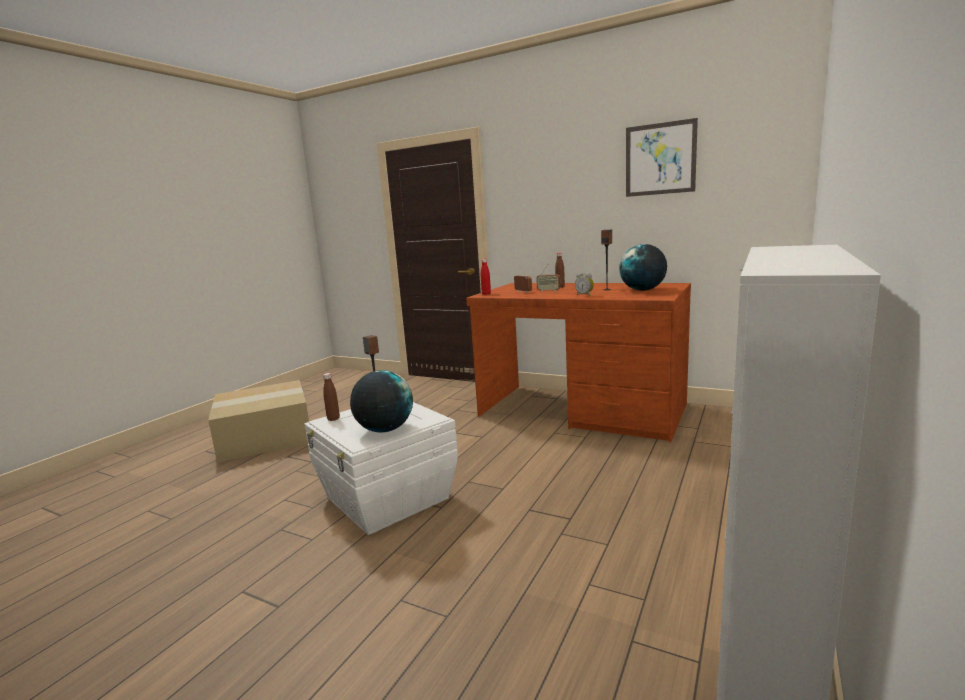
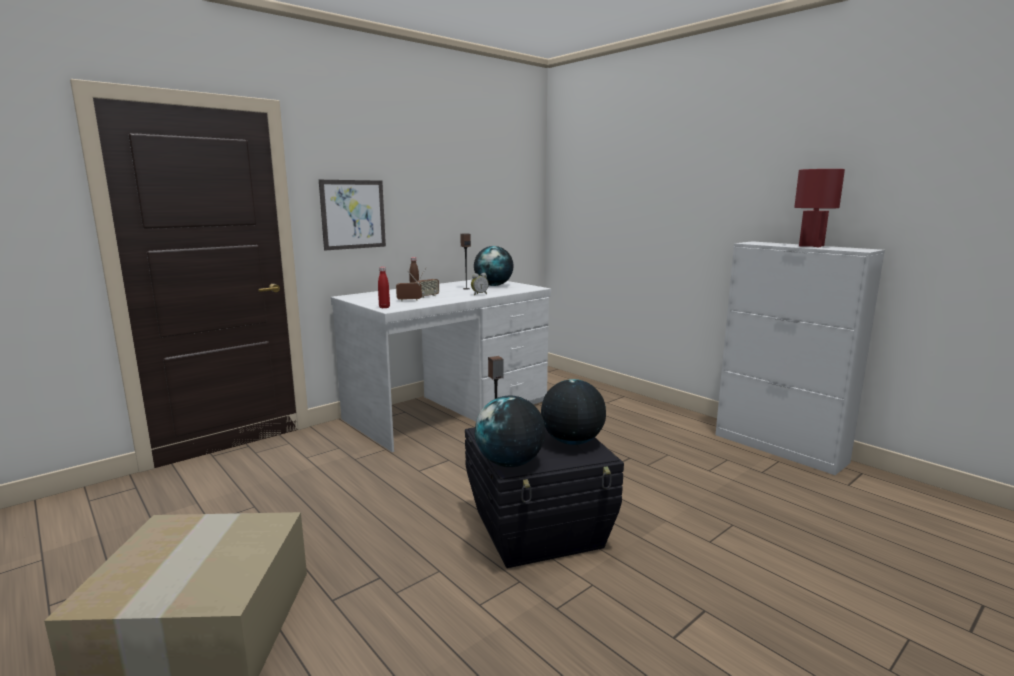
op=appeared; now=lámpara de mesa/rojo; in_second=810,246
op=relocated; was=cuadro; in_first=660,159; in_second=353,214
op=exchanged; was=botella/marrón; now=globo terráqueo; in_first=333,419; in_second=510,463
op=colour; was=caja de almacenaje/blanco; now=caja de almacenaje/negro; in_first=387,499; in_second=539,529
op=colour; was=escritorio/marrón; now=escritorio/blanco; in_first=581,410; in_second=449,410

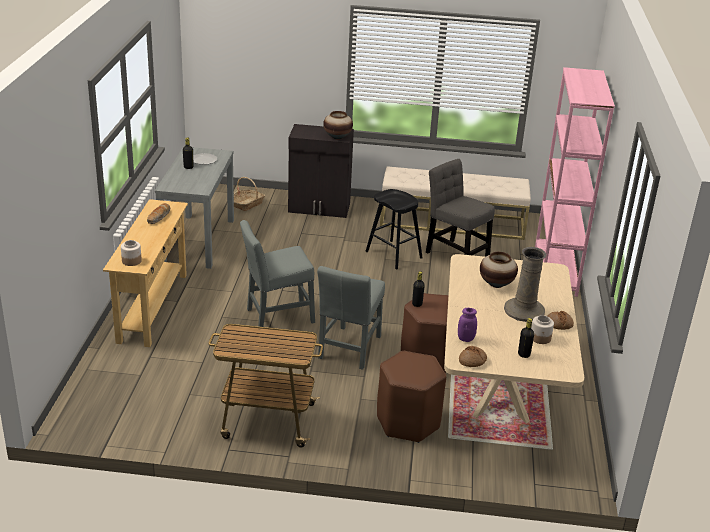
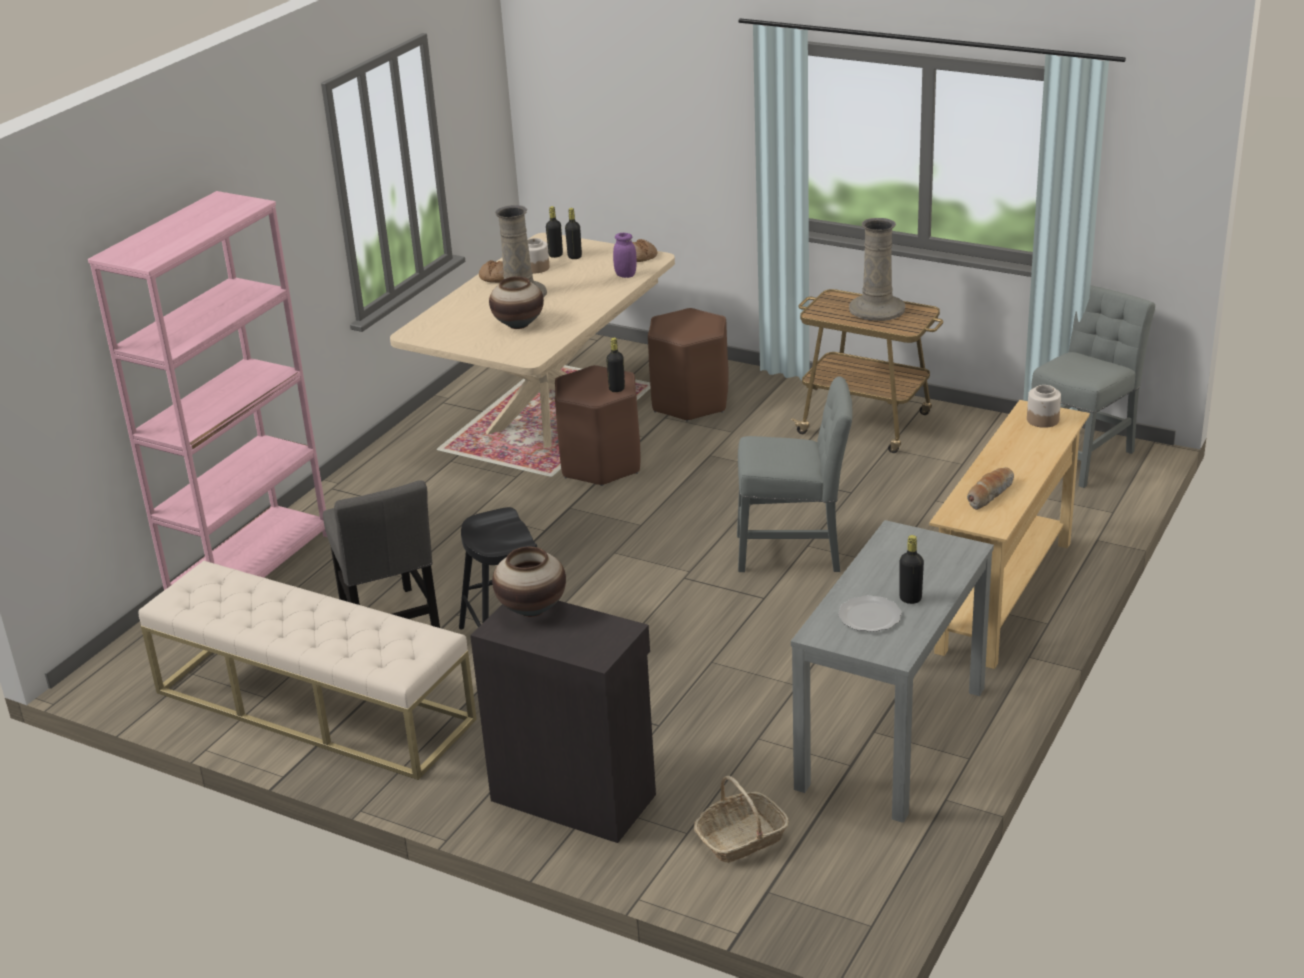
op=appeared; now=botella/negro; in_second=555,255
op=appeared; now=florero/beis; in_second=877,309
op=relocated; was=silla/gris; in_first=349,349; in_second=1082,456

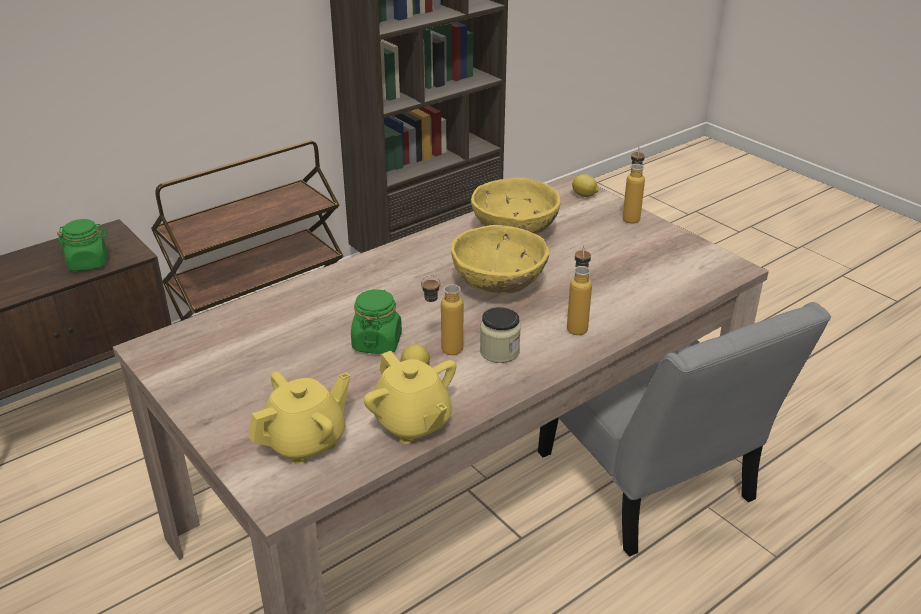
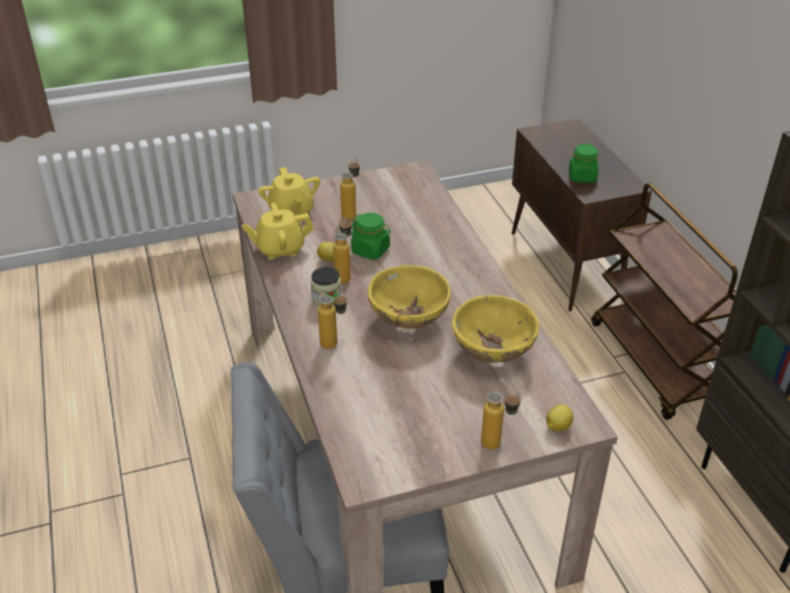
op=appeared; now=botella; in_second=351,213

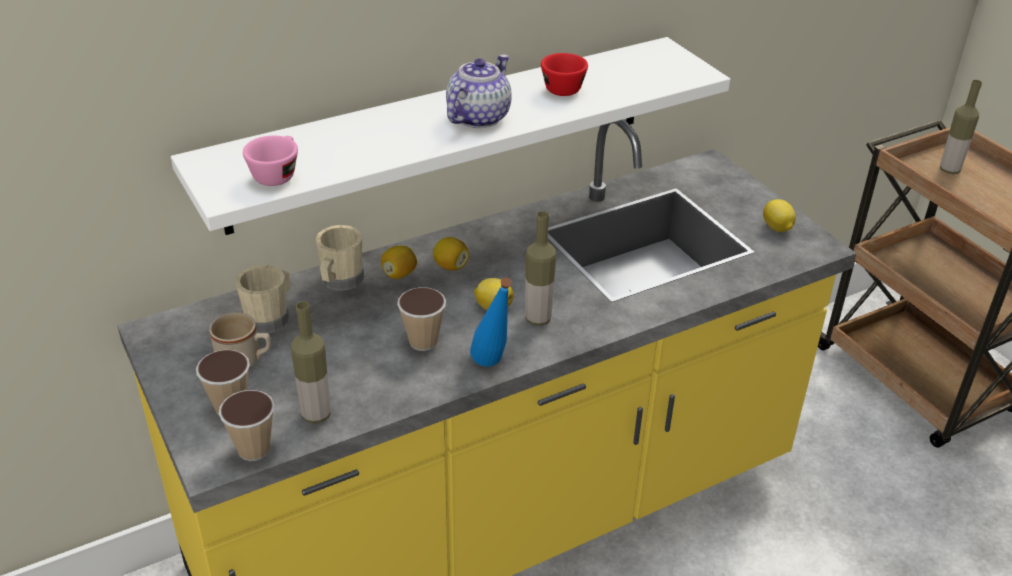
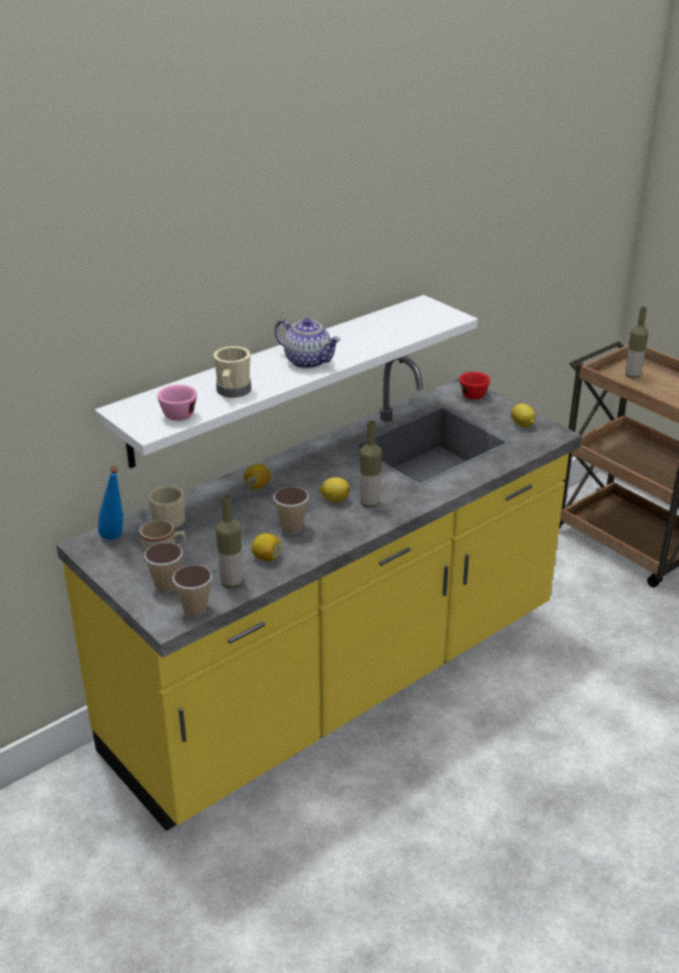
op=relocated; was=taza grande/beis; in_first=340,281; in_second=232,392
op=relocated; was=limón; in_first=450,266; in_second=266,557
op=relocated; was=botella/azul; in_first=493,369; in_second=116,540
op=relocated; was=taza/rojo; in_first=561,87; in_second=471,393
op=spun; was=tetera; in_first=478,117; in_second=308,361; clockwise=105

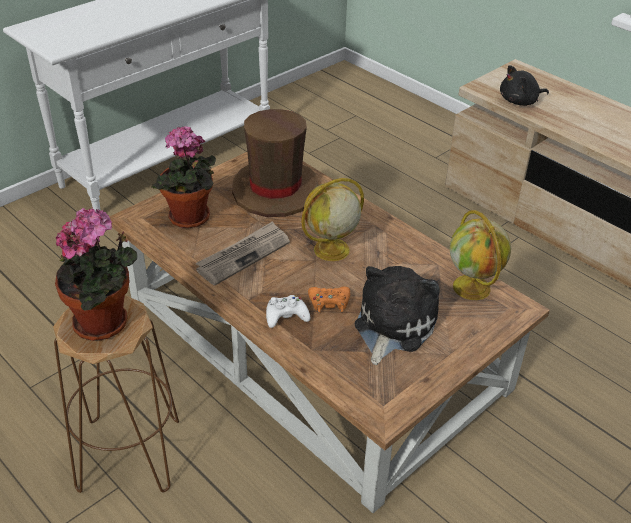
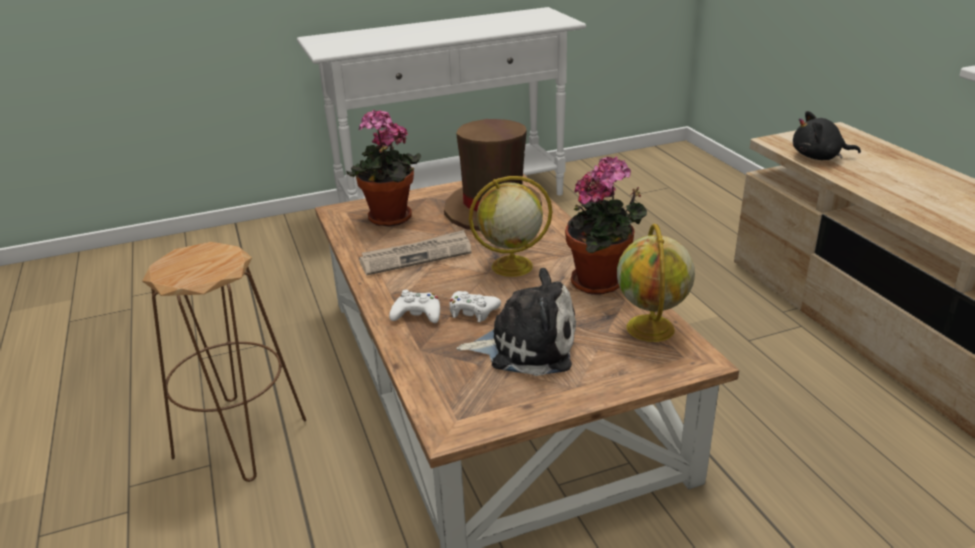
op=relocated; was=planta en maceta; in_first=106,323; in_second=601,283
op=colour; was=mando de consola/naranja; now=mando de consola/blanco; in_first=329,302; in_second=472,311
op=spun; was=peluche; in_first=392,326; in_second=526,346; clockwise=45

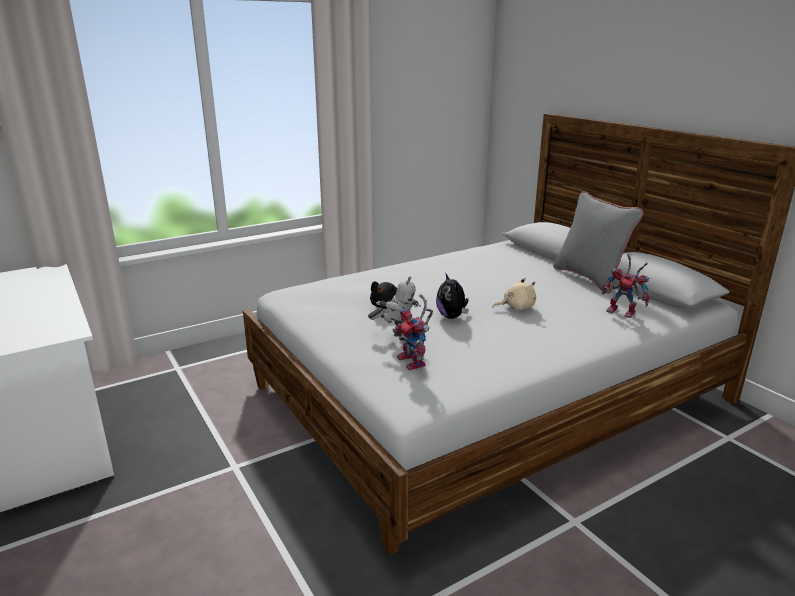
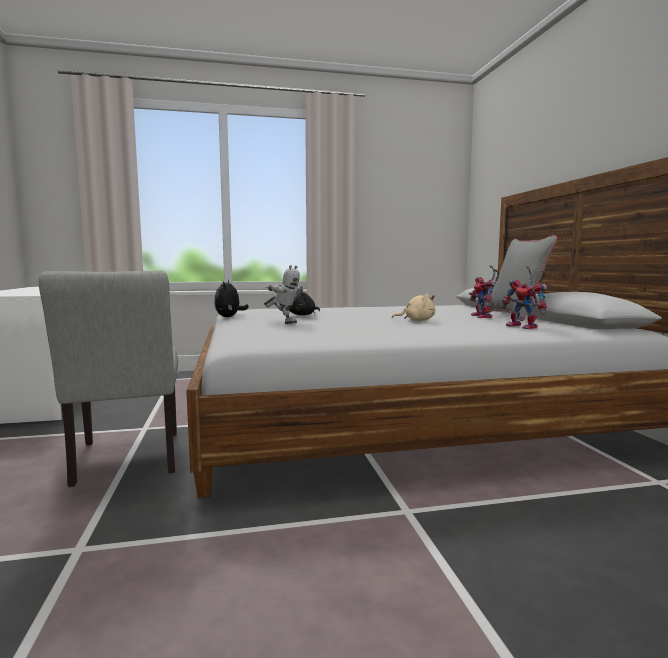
op=appeared; now=silla/gris; in_second=126,461
op=relocated; was=robot de juguete; in_first=414,362; in_second=484,317
op=relocated; was=peluche; in_first=452,316; in_second=229,317

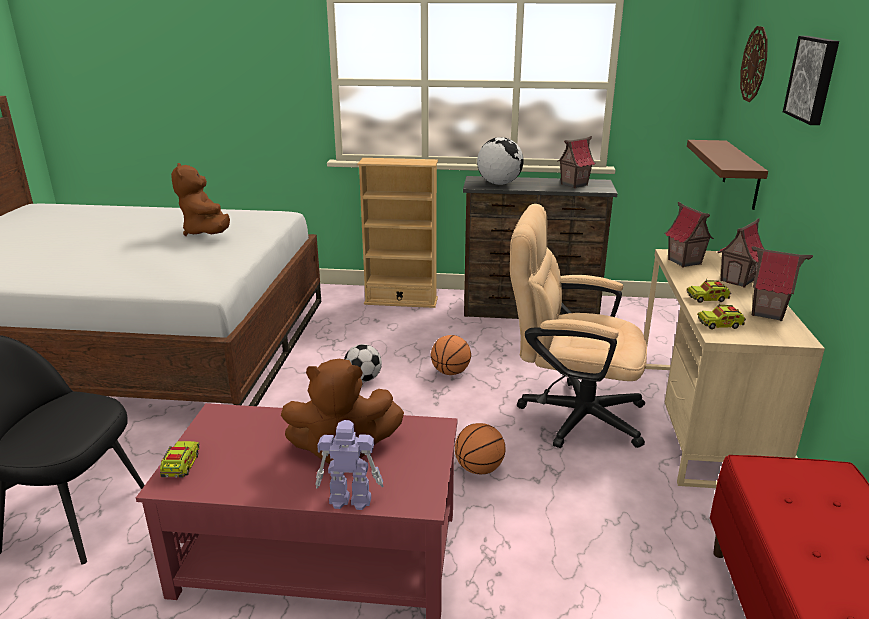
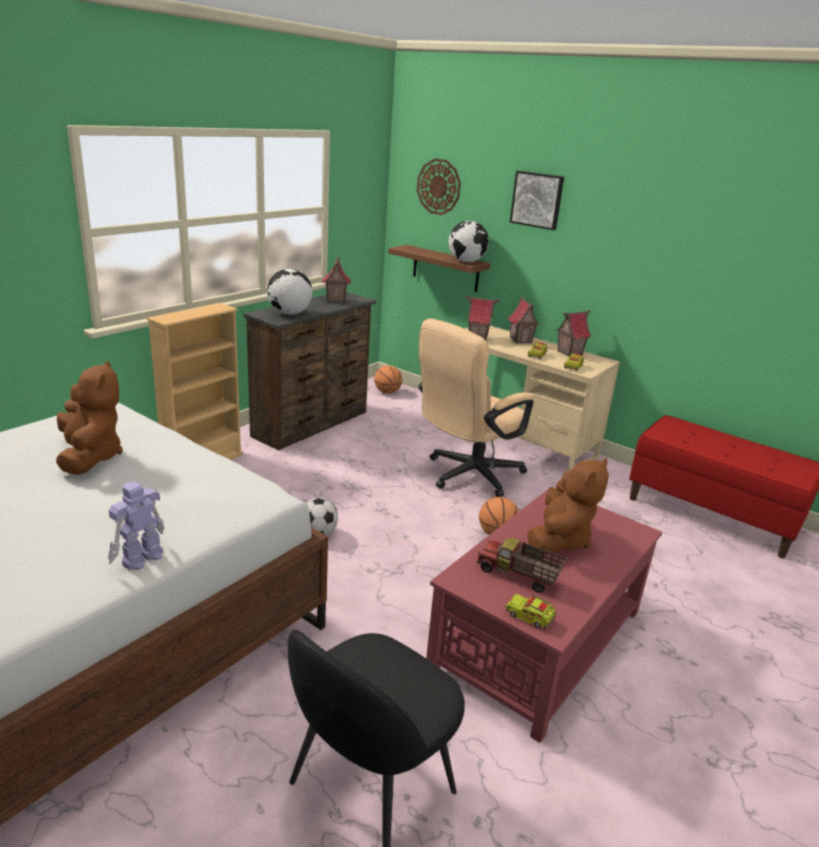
op=appeared; now=globo terráqueo; in_second=466,262
op=appeared; now=camión de juguete; in_second=518,576
op=relocated; was=robot de juguete; in_first=349,499; in_second=141,559
op=relocated; was=balón de baloncesto; in_first=450,372; in_second=387,392
op=spun; was=peluche/marrón; in_first=206,233; in_second=90,457; clockwise=-120

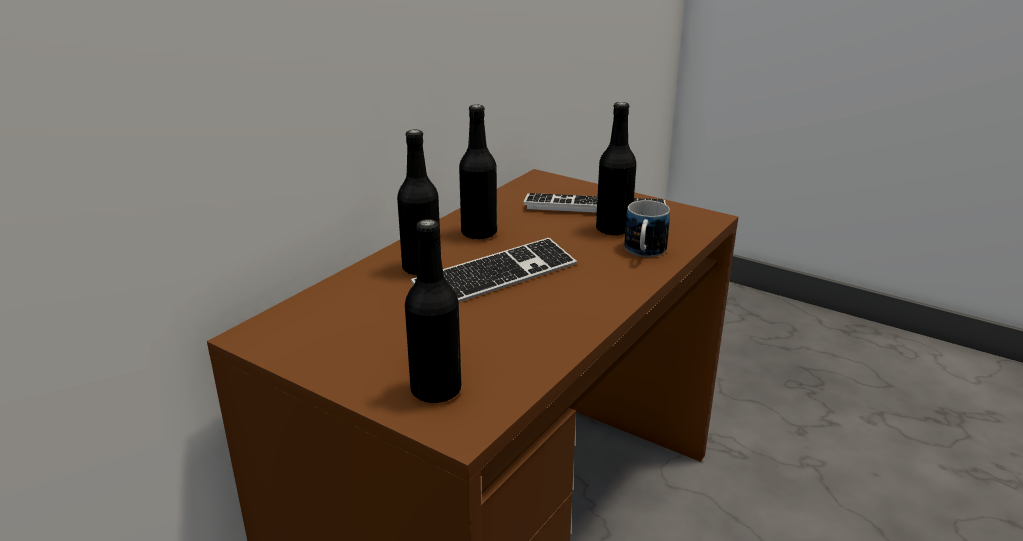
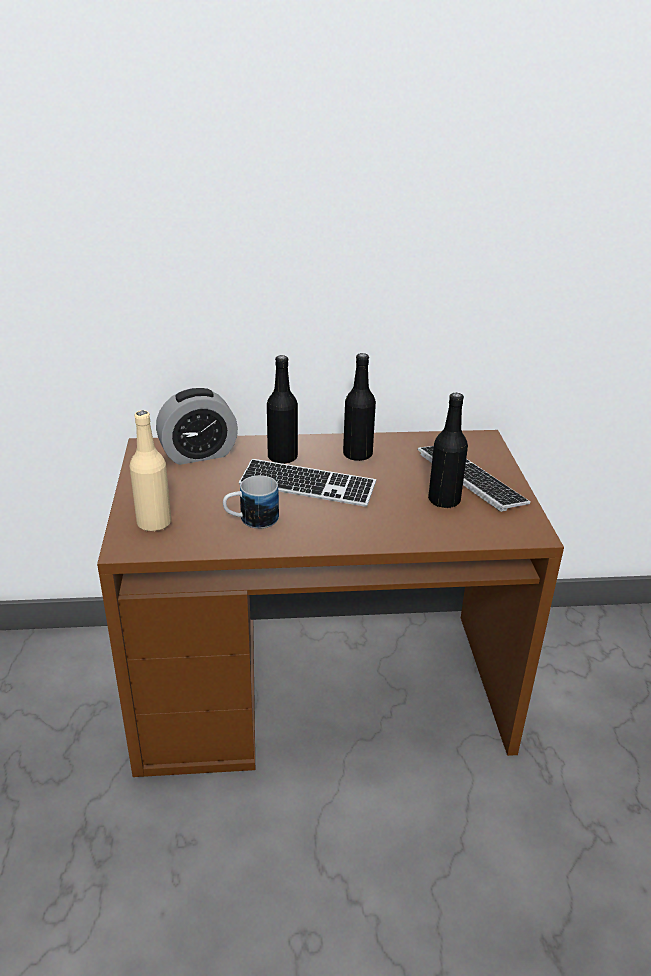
op=appeared; now=despertador; in_second=198,454
op=relocated; was=taza grande; in_first=644,252; in_second=251,520
op=colour; was=botella/negro; now=botella/beis; in_first=436,390; in_second=154,523

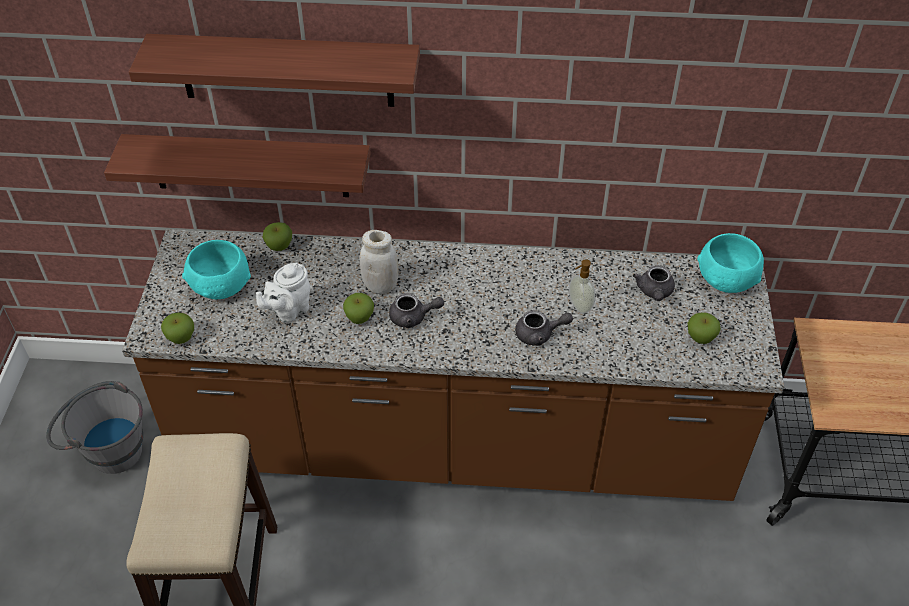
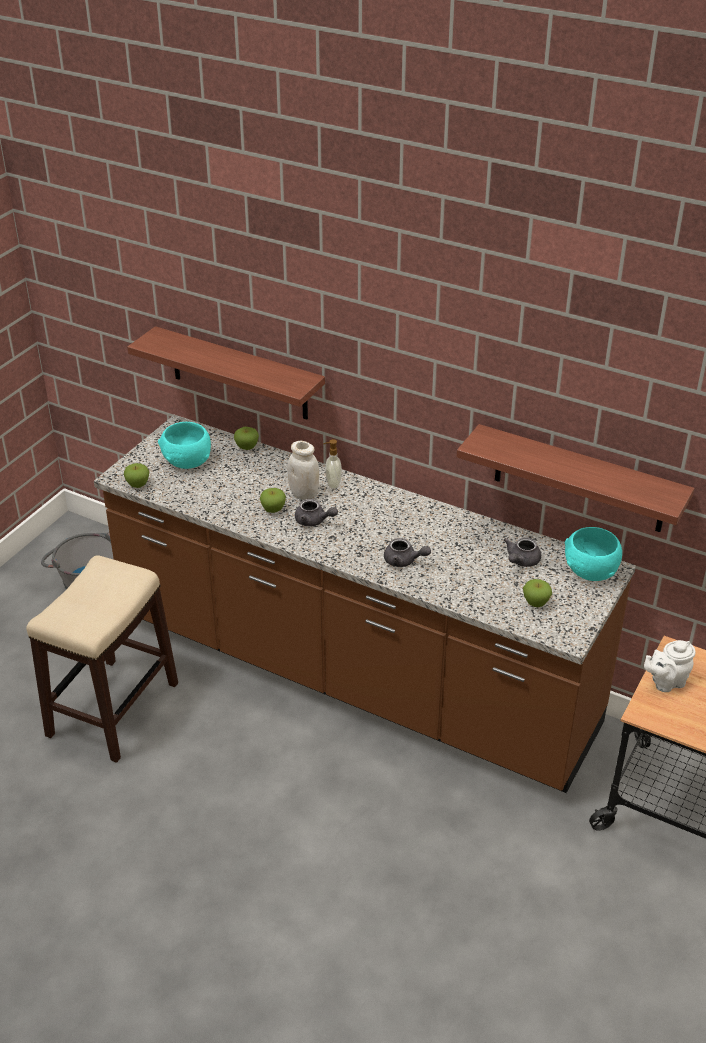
op=relocated; was=estante; in_first=286,70; in_second=579,479
op=relocated; was=tetera/blanco; in_first=288,311; in_second=665,682
op=relocated; was=dispensador de jabón; in_first=579,306; in_second=332,484

